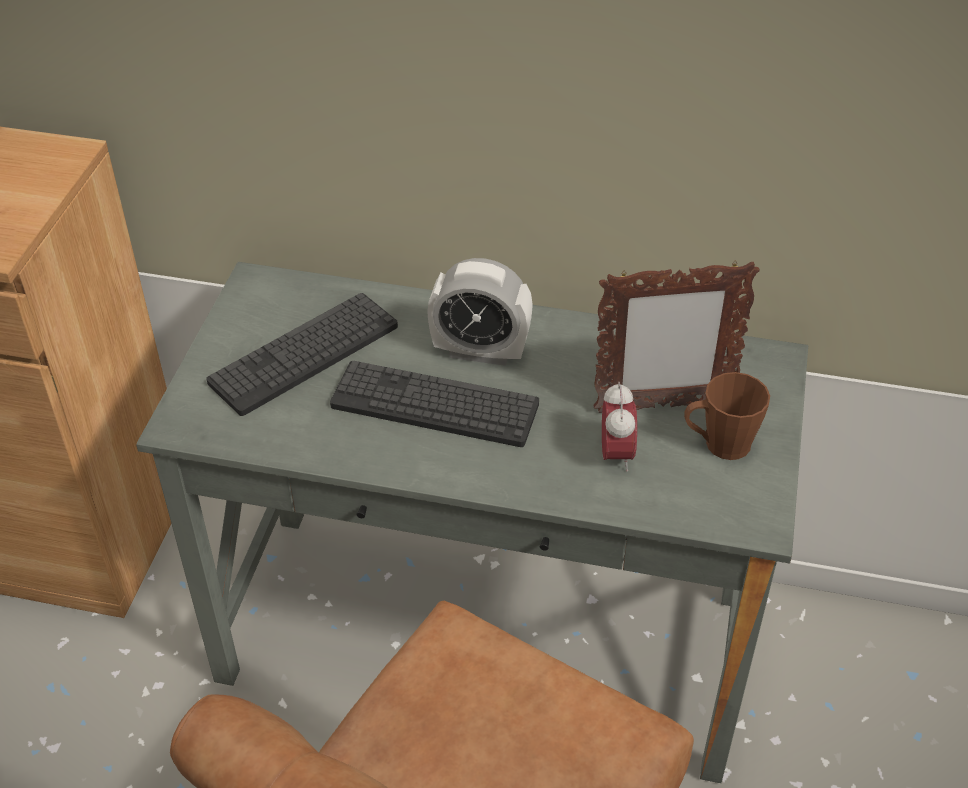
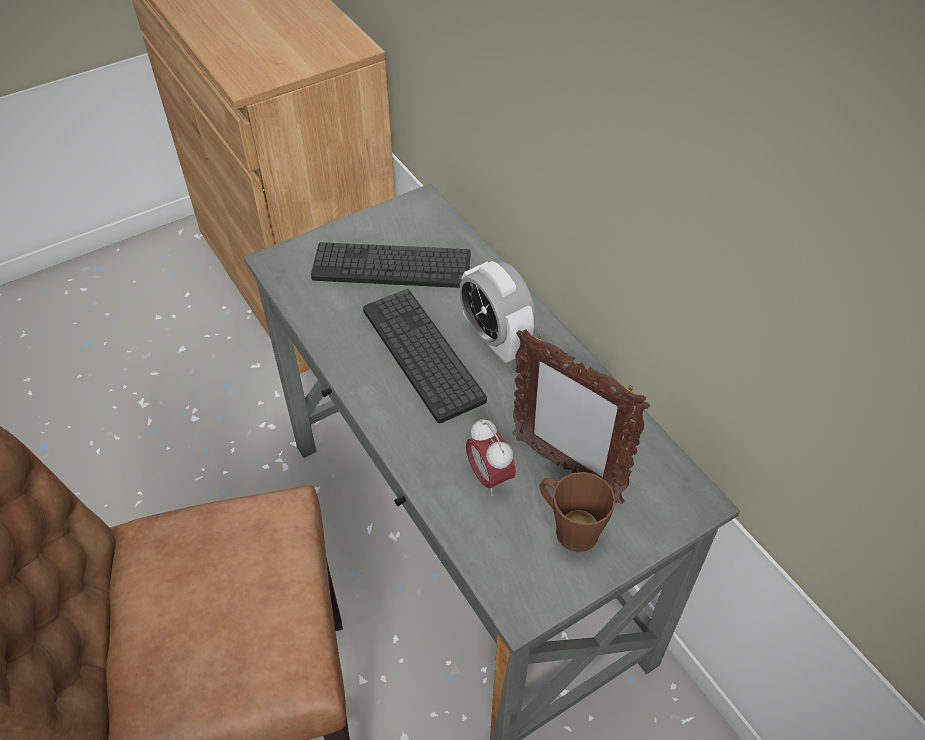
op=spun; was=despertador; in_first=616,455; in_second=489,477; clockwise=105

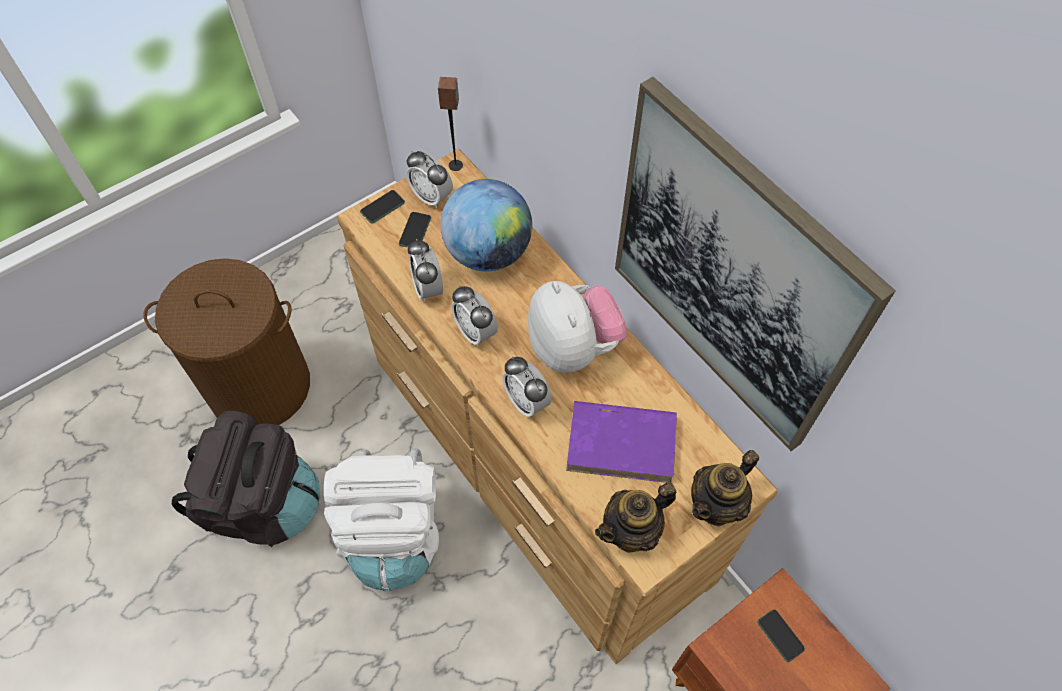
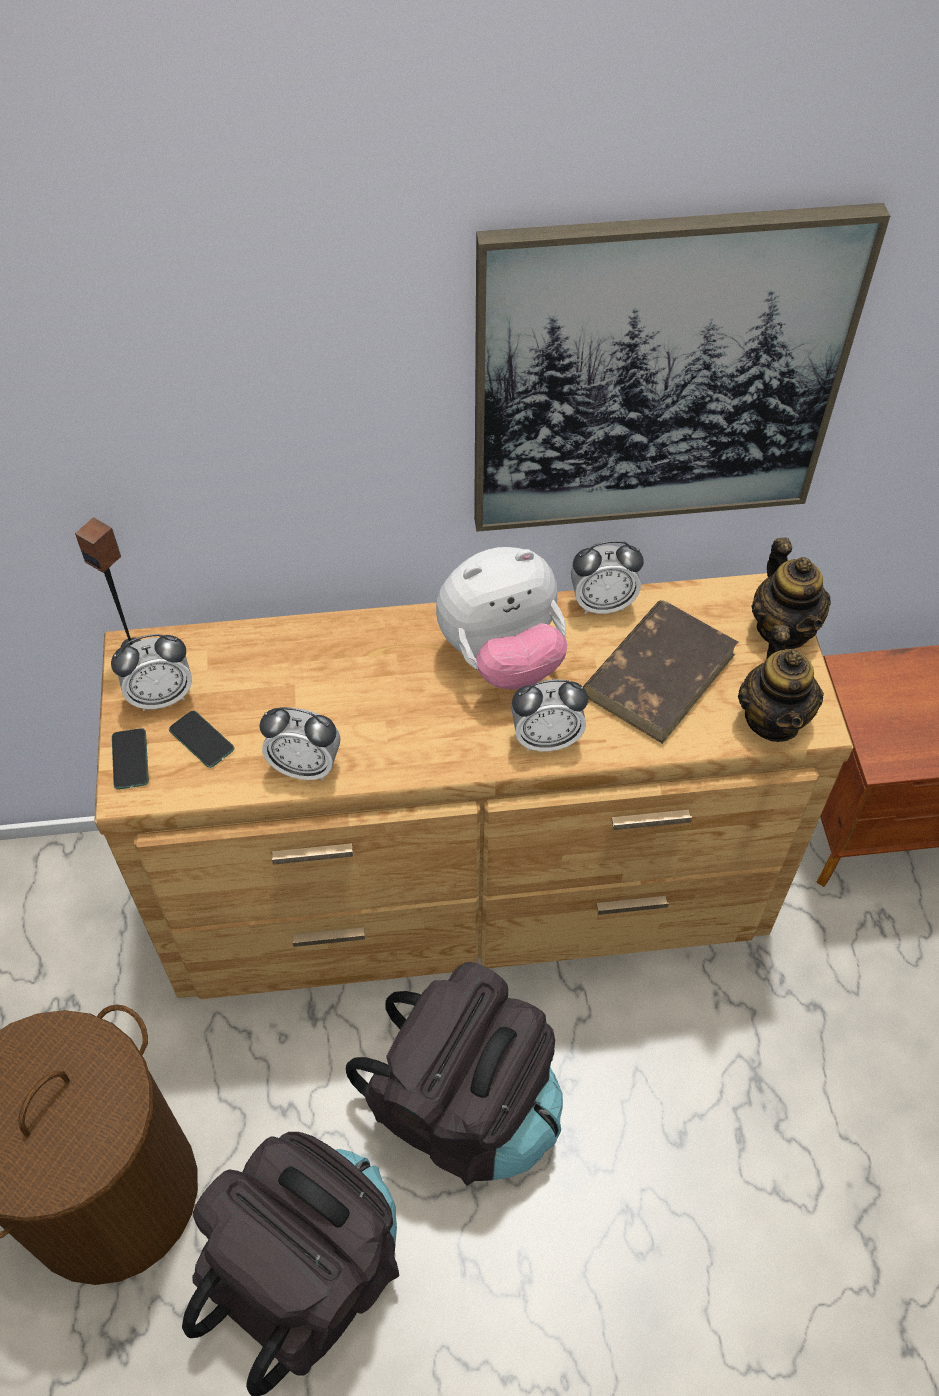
op=missing; was=globo terráqueo; in_first=488,252
op=missing; was=móvil; in_first=780,635
op=relocated; was=despertador; in_first=475,332; in_second=602,603
op=colour; was=mochila/blanco; now=mochila/negro; in_first=394,533; in_second=464,1107
op=colour; was=libro/morado; now=libro/marrón; in_first=622,443; in_second=659,673
op=spun; was=peluche; in_first=573,347; in_second=502,657; clockwise=150

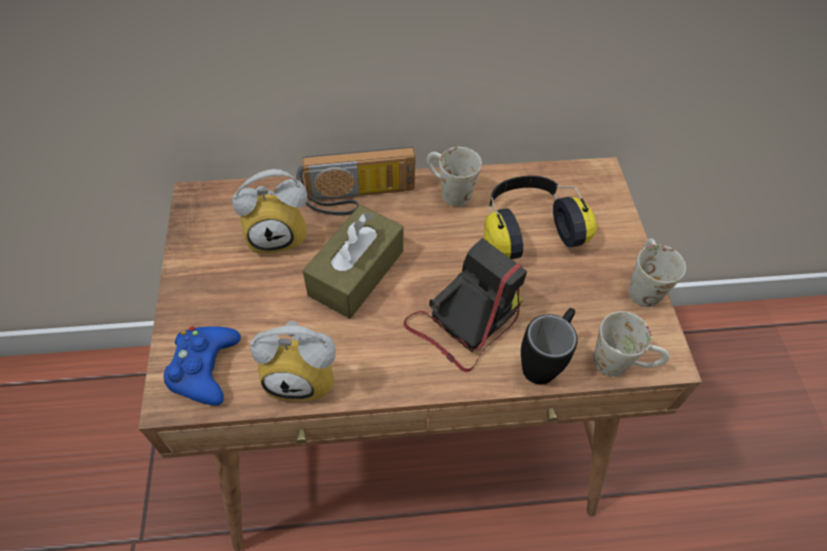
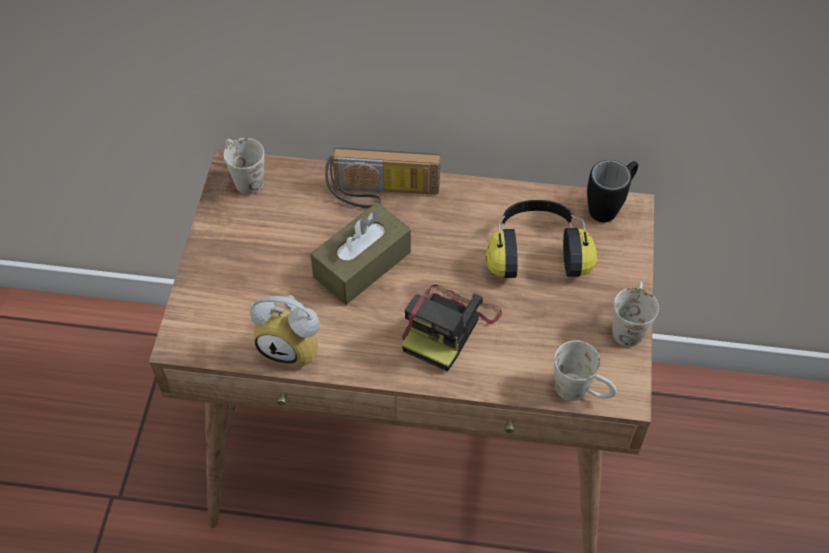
op=missing; was=mando de consola/azul; in_first=204,368
op=missing; was=despertador; in_first=279,234
op=relocated; was=taza grande/blanco; in_first=448,191; in_second=244,177
op=relocated; was=taza grande/negro; in_first=544,361; in_second=609,206
op=spun; was=cámara; in_first=464,322; in_second=448,327; clockwise=150

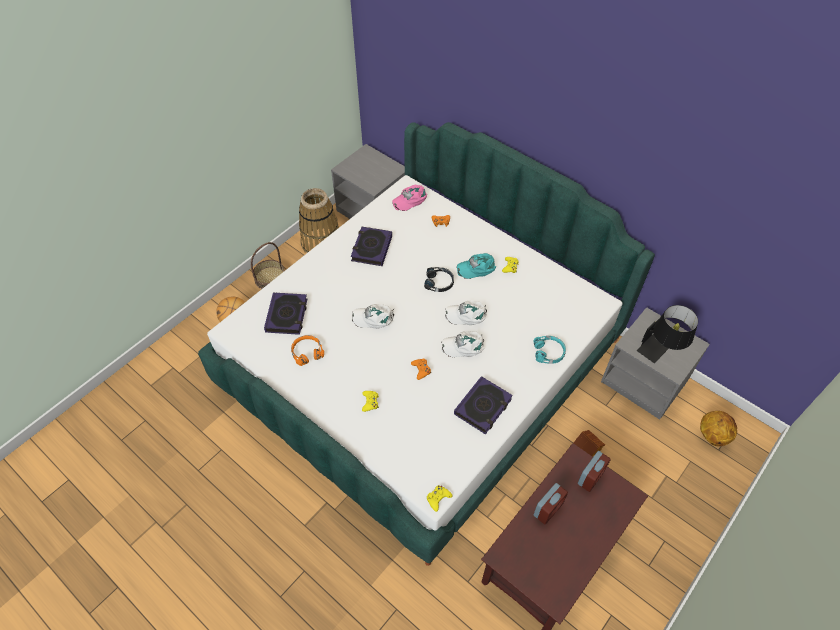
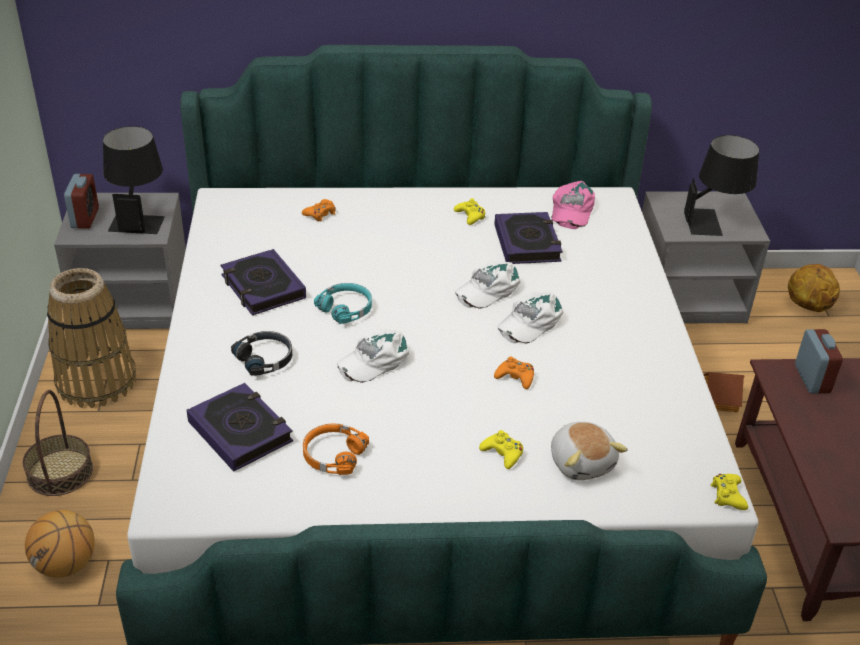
op=missing; was=gorra/turquesa; in_first=477,268
op=appeared; now=lámpara de mesa/negro; in_second=139,217
op=appeared; now=peluche; in_second=582,462
op=relocated; was=gorra/rosa; in_first=410,199; in_second=571,210
op=relocated; was=auriculares/negro; in_first=439,282; in_second=265,359
op=relocated; was=libro; in_first=483,407; in_second=527,243
op=relocated; was=auriculares/turquesa; in_first=549,352; in_second=346,308
op=relocated; was=despertador; in_first=548,509; in_second=85,218

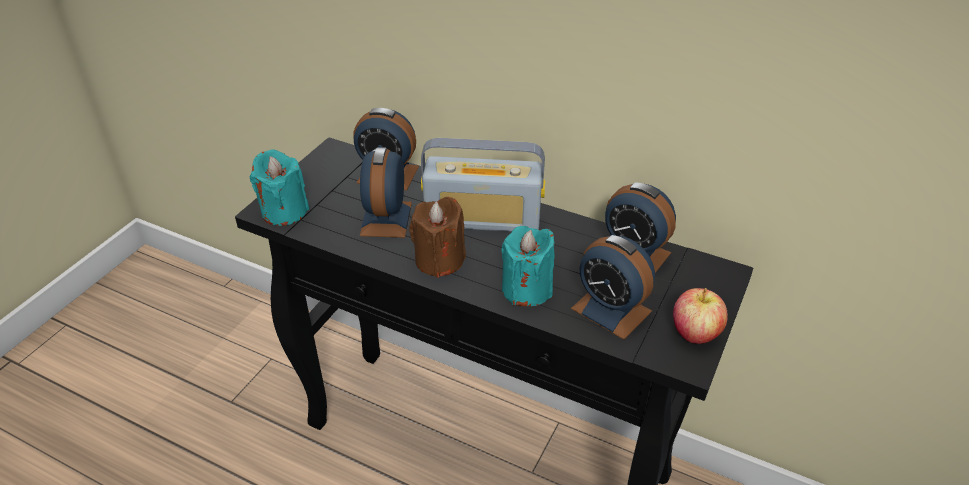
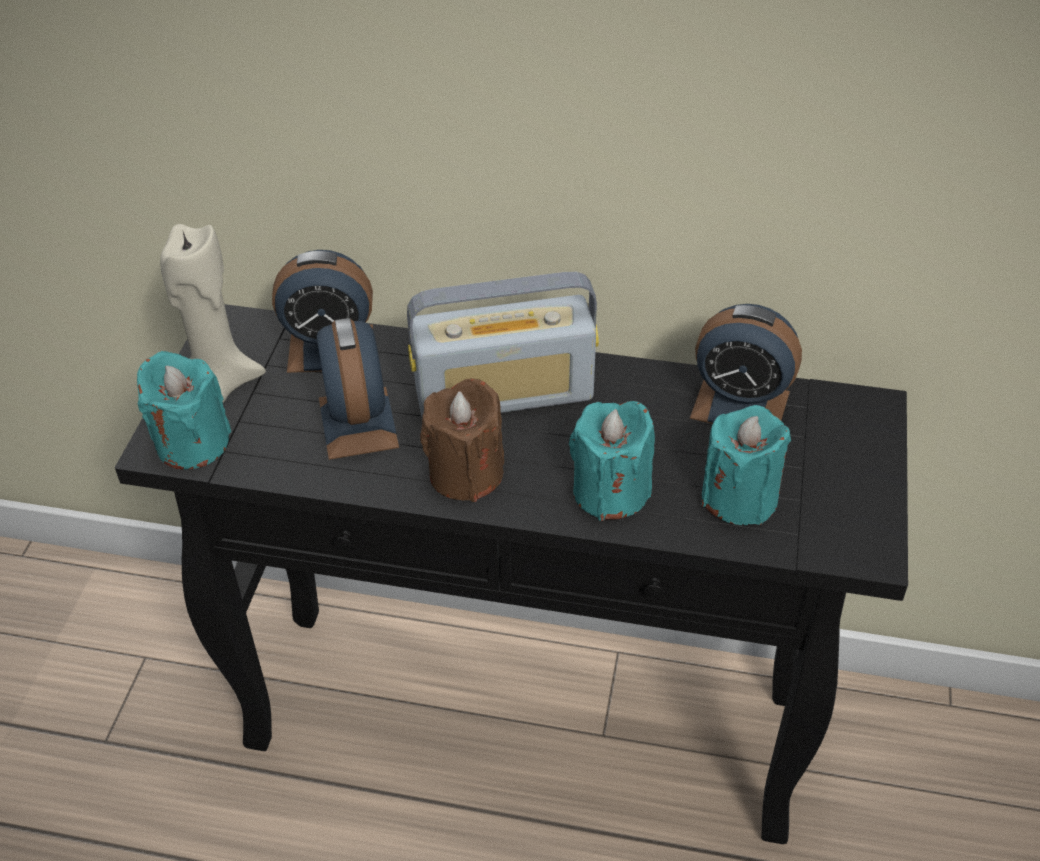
op=missing; was=manzana; in_first=695,333
op=appeared; now=vela/beis; in_second=220,381
op=exchanged; was=despertador; now=vela/turquesa; in_first=611,310; in_second=739,497

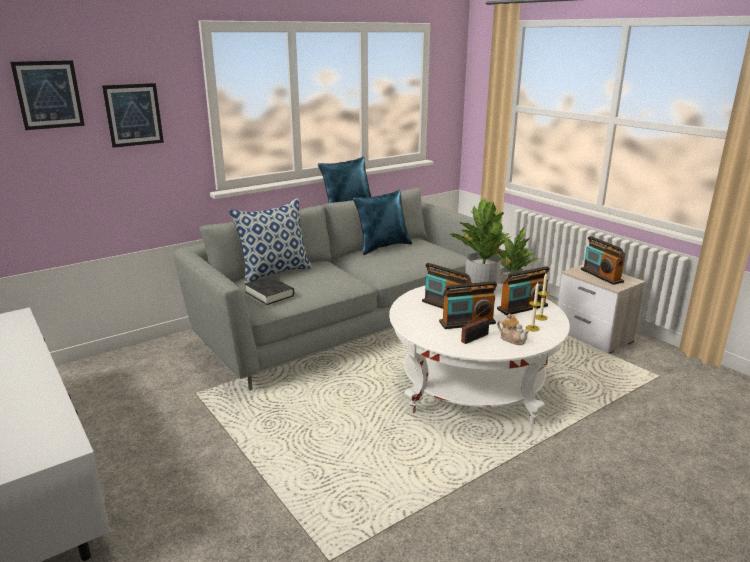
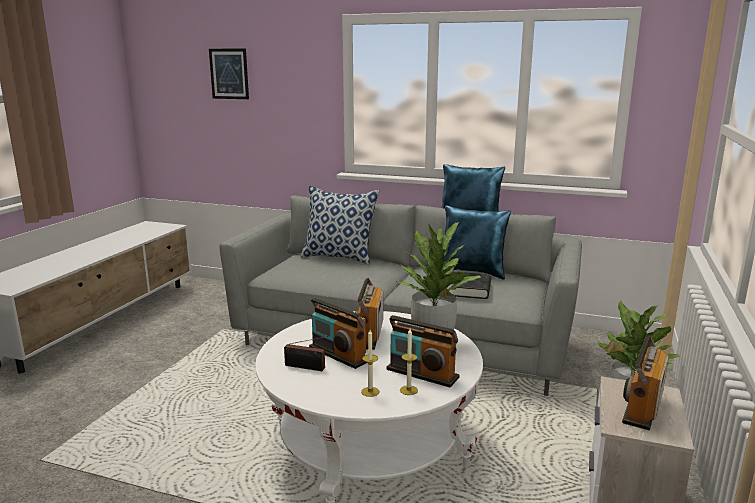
op=missing; was=cuadro; in_first=133,115
op=missing; was=tetera; in_first=512,339
op=relocated; was=libro/negro; in_first=269,294; in_second=472,290

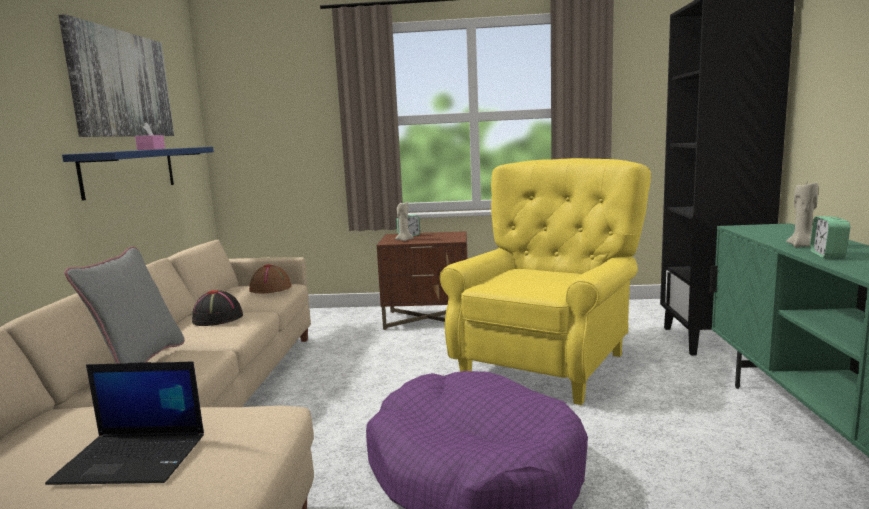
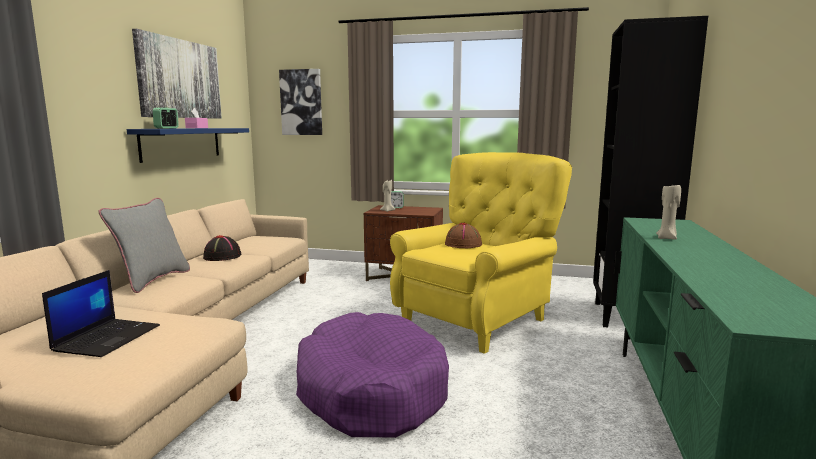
op=appeared; now=cuadro; in_second=301,102
op=relocated; was=sombrero/marrón; in_first=271,288; in_second=463,244
op=relocated; was=despertador; in_first=827,255; in_second=166,128
op=spun; was=portátil; in_first=134,458; in_second=107,338; clockwise=-90

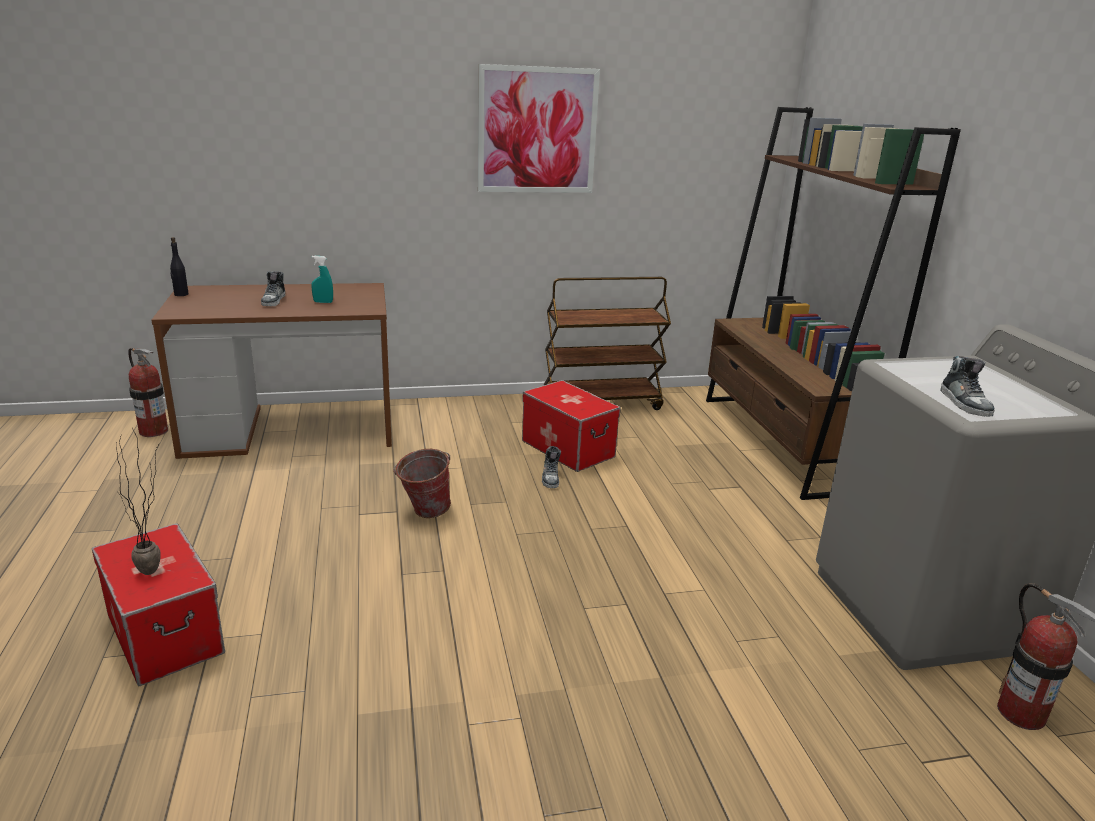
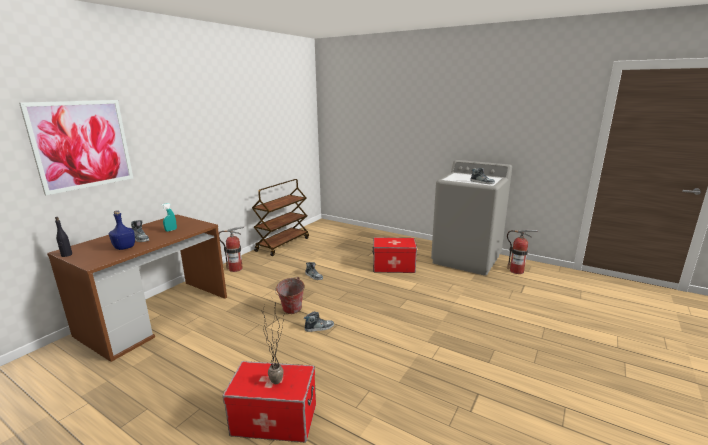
op=missing; was=estantería/marrón; in_first=780,442
op=appeared; now=botella/azul; in_second=124,247
op=appeared; now=zapato; in_second=319,327
op=relocated; was=extintor; in_first=153,431; in_second=235,269
op=relocated; was=cuadro; in_first=537,131; in_second=82,145
op=relocated; was=caja de almacenaje; in_first=567,449; in_second=393,267

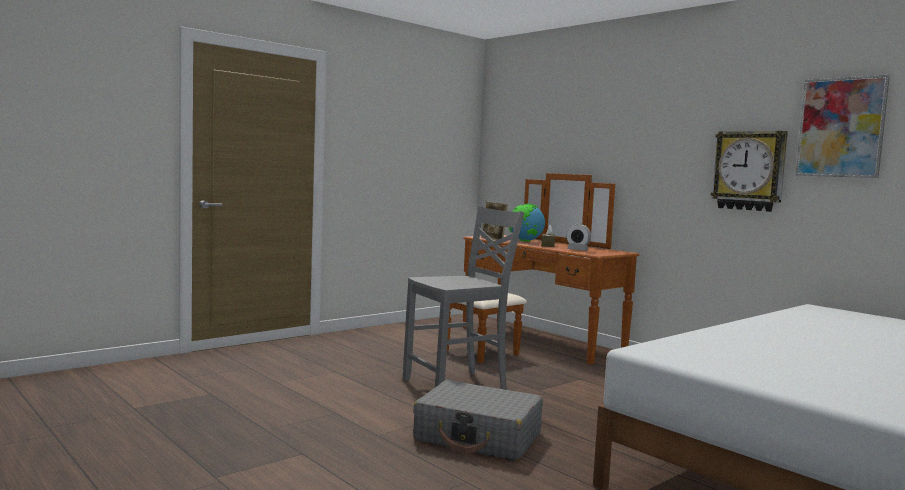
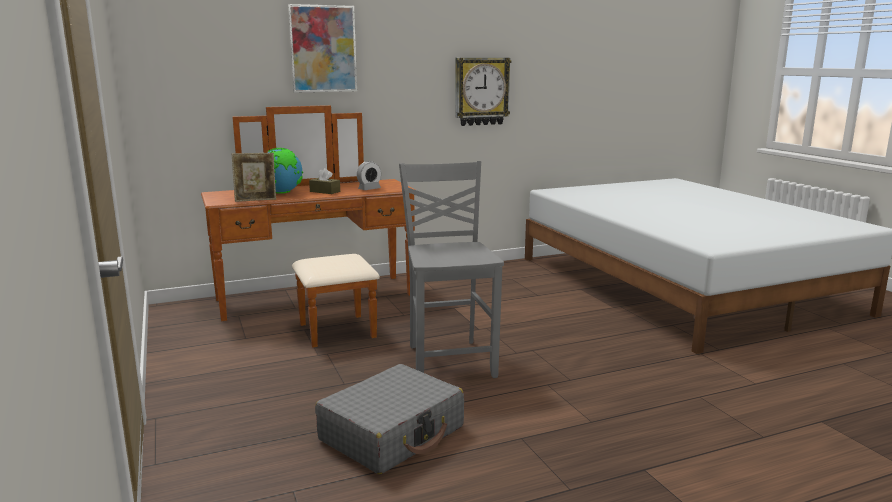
op=relocated; was=maleta/gris; in_first=478,437; in_second=392,433
op=relocated; was=cuadro; in_first=841,127; in_second=323,49

